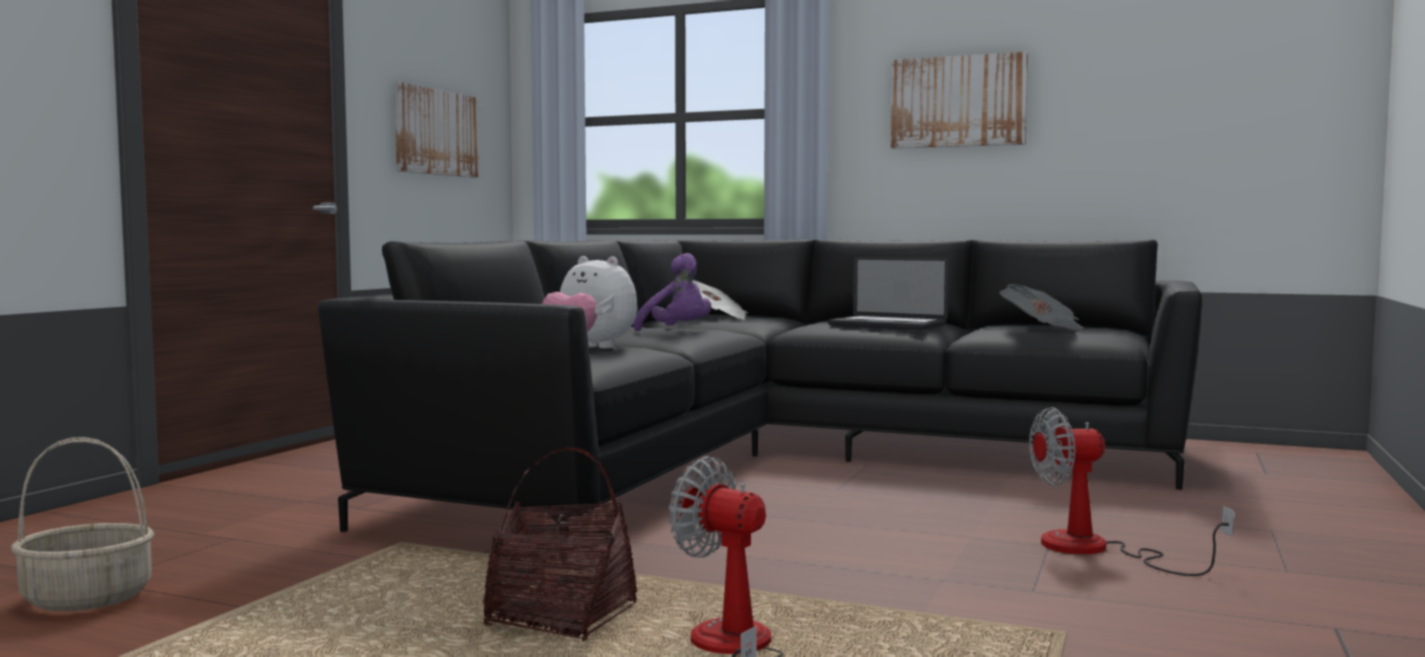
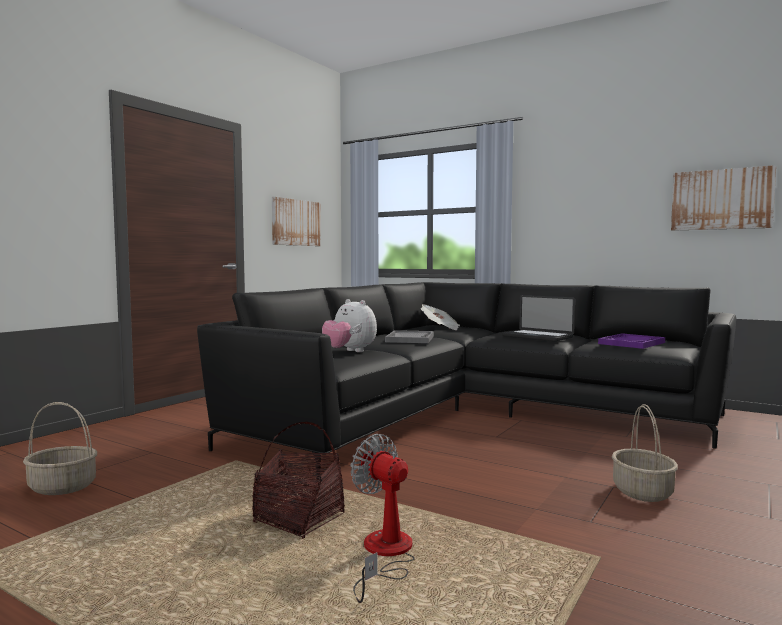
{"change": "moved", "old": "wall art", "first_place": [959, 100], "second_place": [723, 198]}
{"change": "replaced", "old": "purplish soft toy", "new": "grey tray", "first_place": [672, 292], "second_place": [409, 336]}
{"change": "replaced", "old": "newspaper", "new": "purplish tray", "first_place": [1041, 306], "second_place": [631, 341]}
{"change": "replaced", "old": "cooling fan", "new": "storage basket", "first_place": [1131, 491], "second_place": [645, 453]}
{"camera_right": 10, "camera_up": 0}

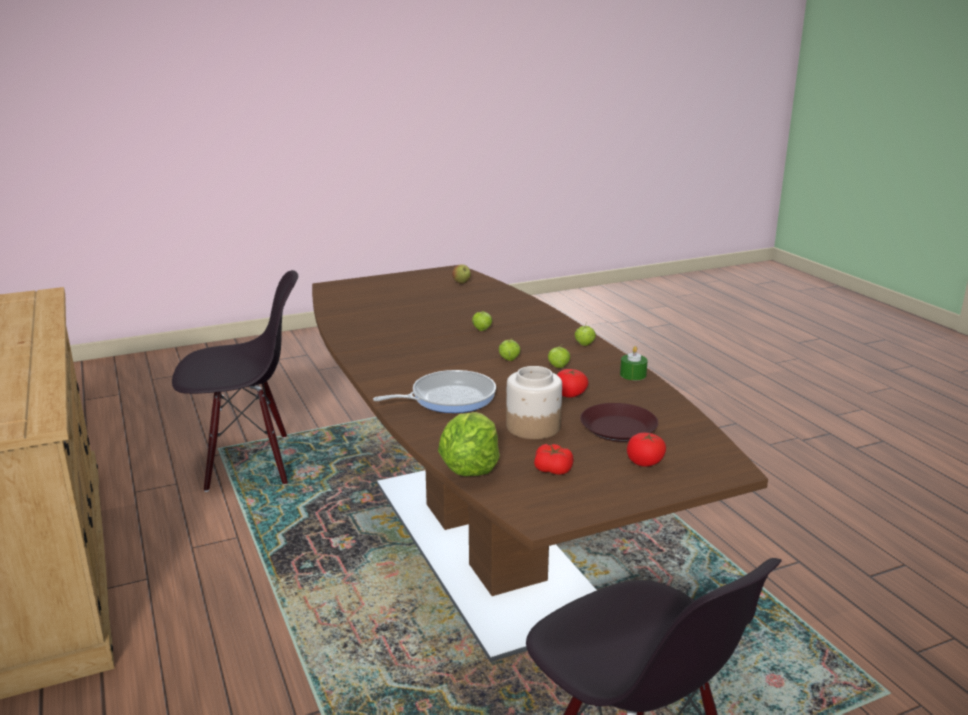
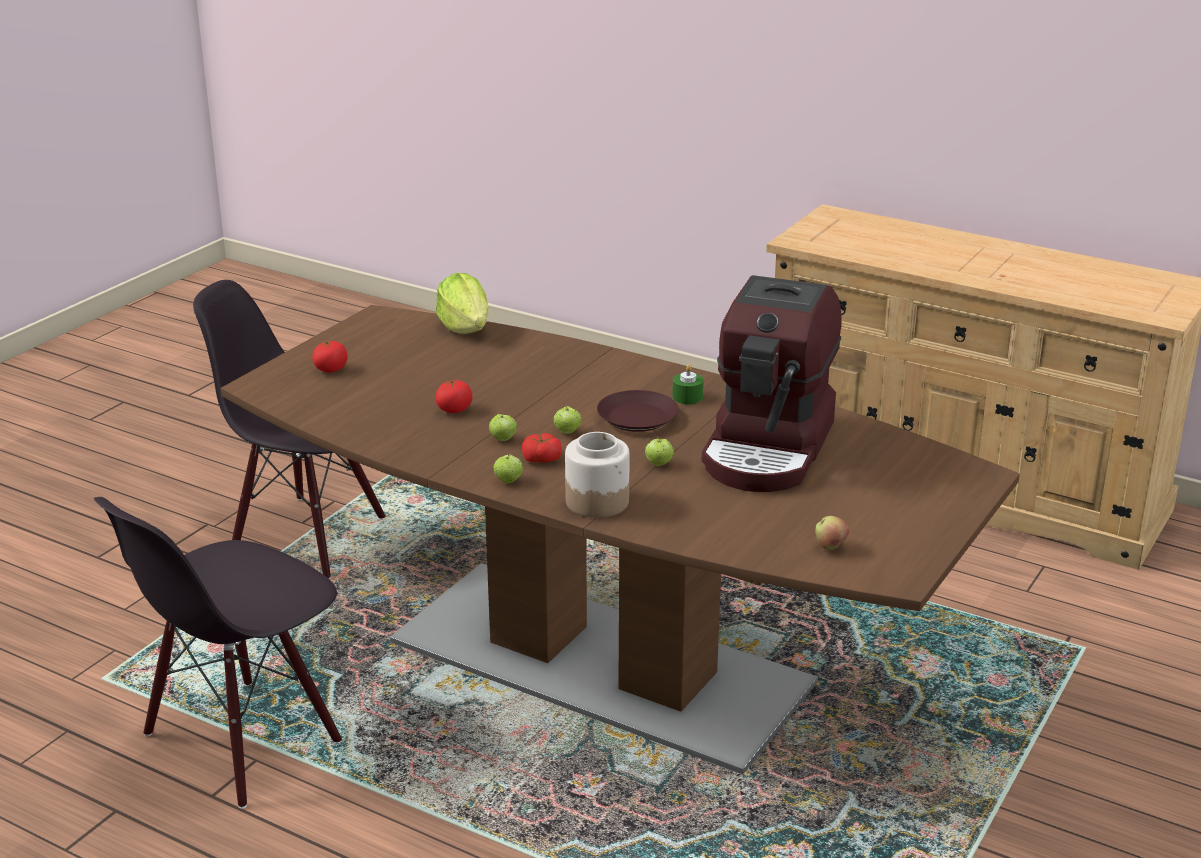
{"change": "moved", "old": "blackish upright chair", "first_place": [235, 381], "second_place": [218, 653]}
{"change": "moved", "old": "green-coloured wax candle", "first_place": [634, 363], "second_place": [688, 384]}
{"change": "moved", "old": "preserve jar", "first_place": [534, 402], "second_place": [597, 475]}
{"change": "removed", "old": "frying pan", "first_place": [434, 391]}
{"change": "moved", "old": "brownish dinner plate", "first_place": [619, 422], "second_place": [638, 411]}
{"change": "moved", "old": "tomato", "first_place": [554, 459], "second_place": [542, 448]}
{"change": "added", "new": "coffee brewer", "second_place": [772, 383]}
{"camera_right": 145, "camera_up": 5}

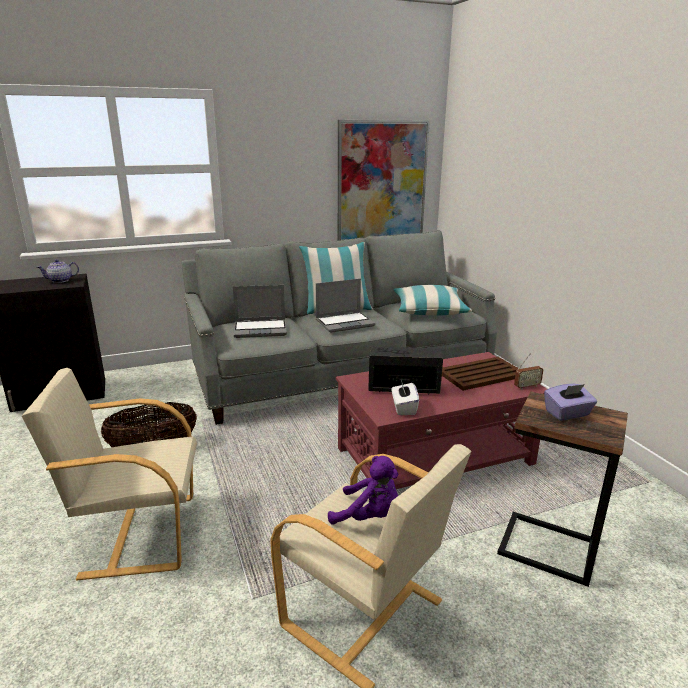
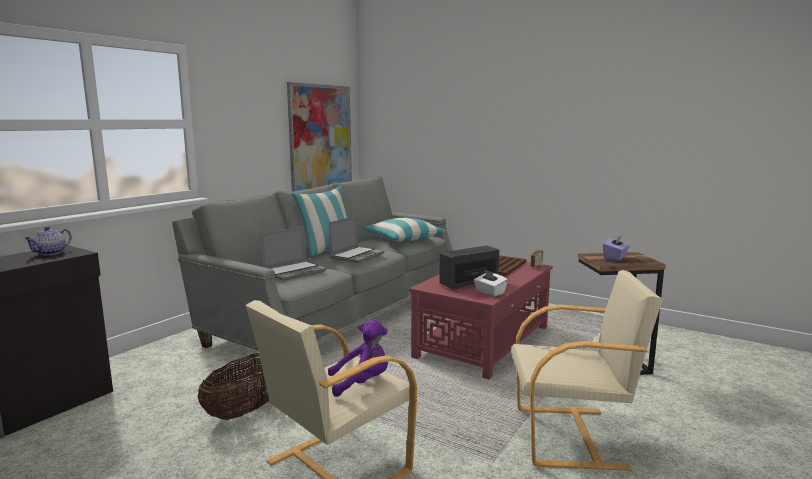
{"change": "moved", "old": "purplish soft toy", "first_place": [363, 490], "second_place": [358, 358]}
{"camera_right": -35, "camera_up": -10}

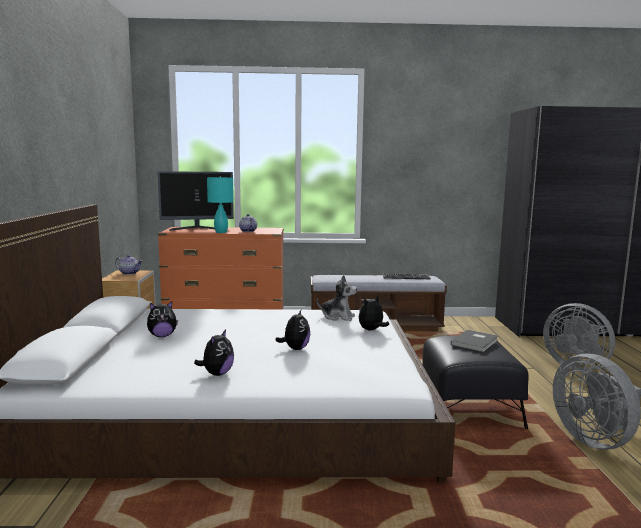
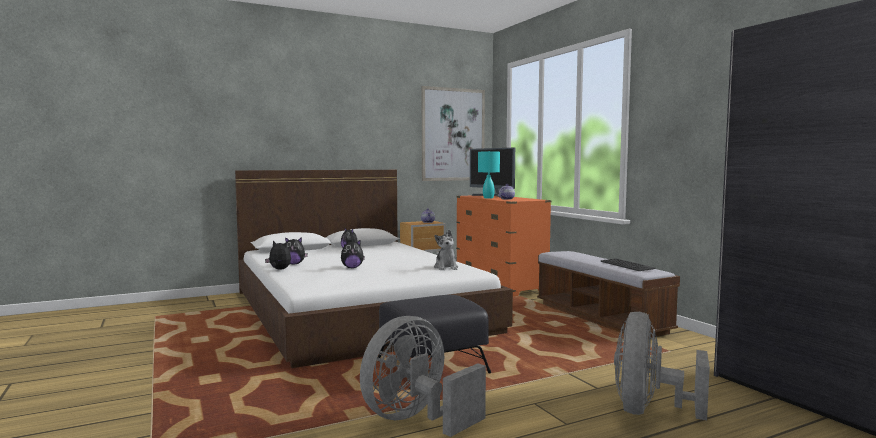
{"change": "moved", "old": "soft toy", "first_place": [374, 312], "second_place": [278, 255]}
{"change": "removed", "old": "grey volume", "first_place": [474, 341]}
{"change": "added", "new": "wall art", "second_place": [453, 133]}
{"camera_right": 65, "camera_up": -5}

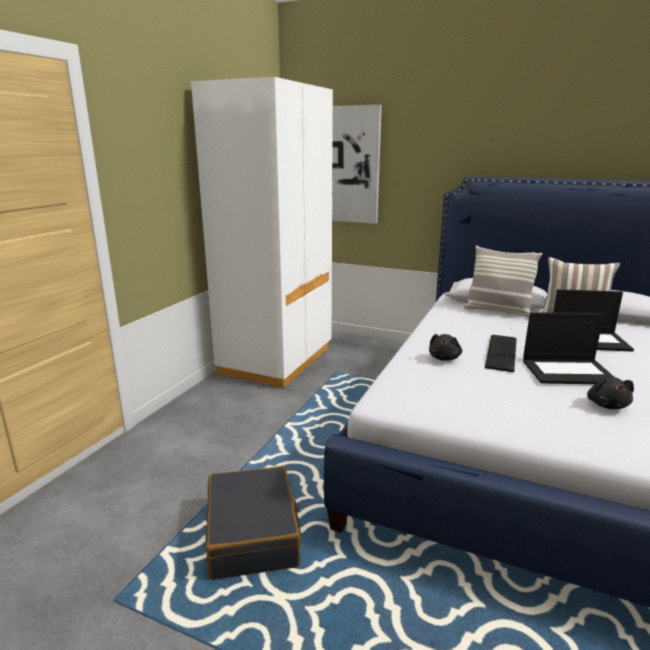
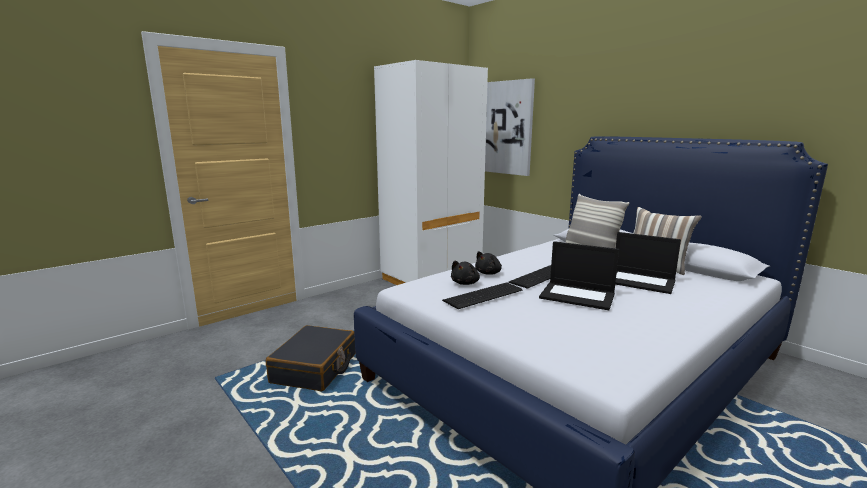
{"change": "moved", "old": "blackish soft toy", "first_place": [610, 393], "second_place": [465, 273]}
{"change": "added", "new": "computer keyboard", "second_place": [482, 295]}
{"camera_right": 25, "camera_up": -5}

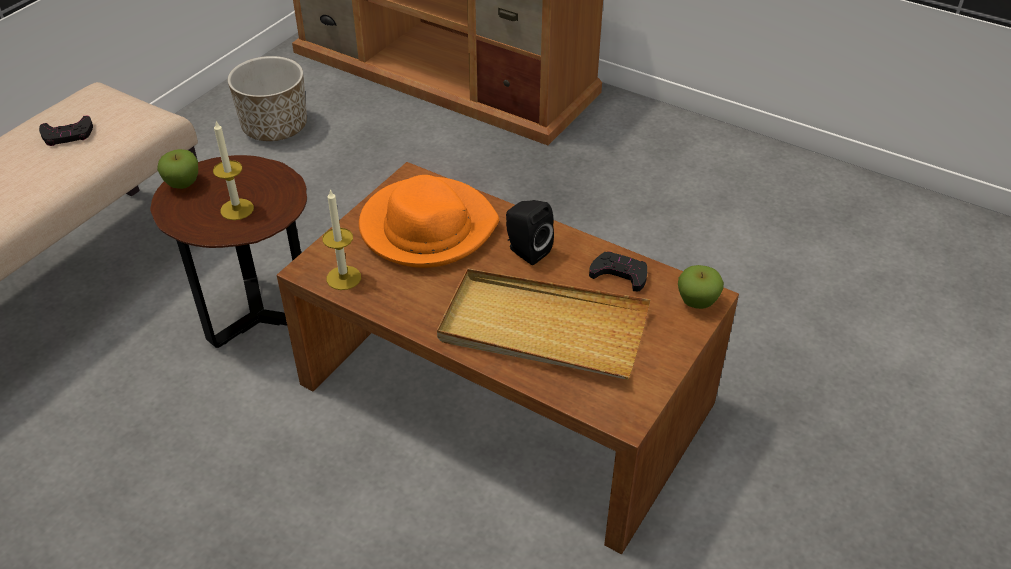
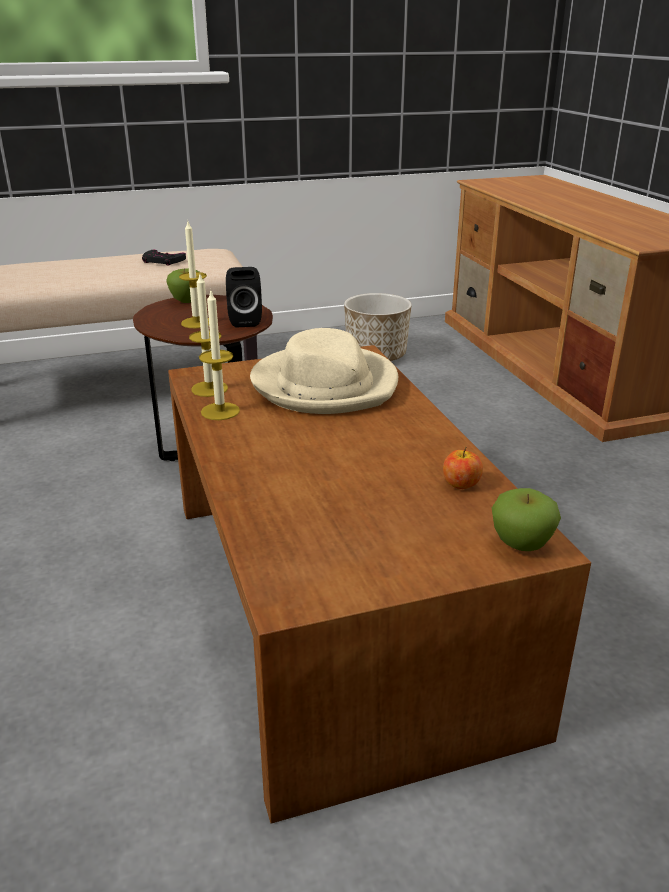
{"change": "recoloured", "old": "orange-coloured clothing hat", "new": "beige clothing hat", "first_place": [429, 221], "second_place": [324, 371]}
{"change": "moved", "old": "blackish loudspeaker", "first_place": [530, 232], "second_place": [244, 297]}
{"change": "replaced", "old": "blackish joypad", "new": "apple fruit", "first_place": [618, 271], "second_place": [463, 467]}
{"change": "removed", "old": "beige tray", "first_place": [543, 324]}
{"change": "added", "new": "wax candle", "second_place": [219, 355]}
{"camera_right": 40, "camera_up": -15}

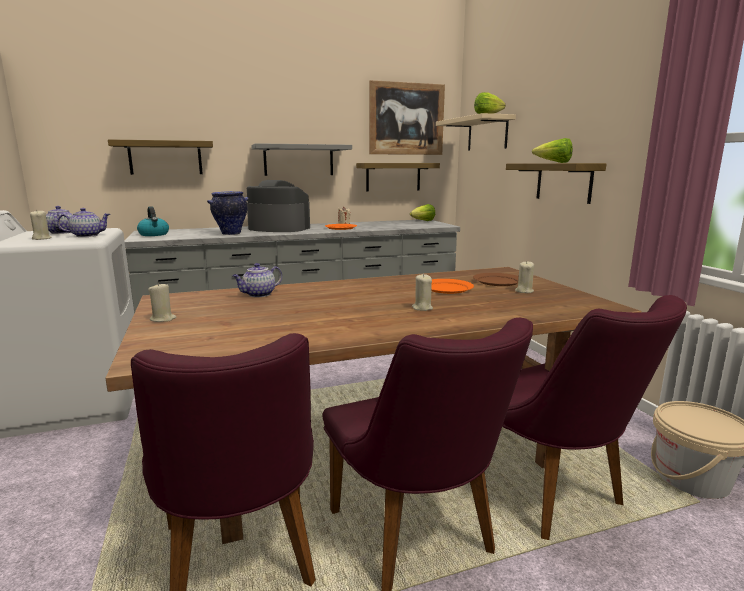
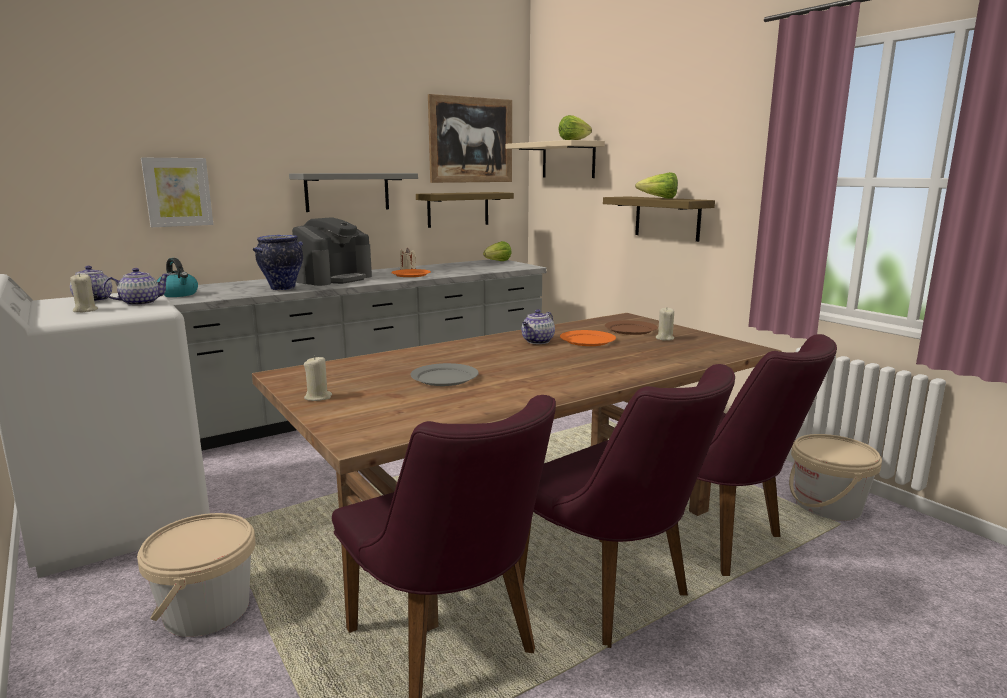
{"change": "replaced", "old": "bracket shelf", "new": "wall art", "first_place": [160, 157], "second_place": [177, 192]}
{"change": "turned", "old": "coffee brewer", "first_place": [278, 206], "second_place": [332, 251], "degrees": 120}
{"change": "moved", "old": "tea pot", "first_place": [257, 280], "second_place": [538, 326]}
{"change": "removed", "old": "beige wax candle", "first_place": [422, 292]}
{"change": "added", "new": "grey dinner plate", "second_place": [444, 374]}
{"change": "added", "new": "beige bucket", "second_place": [196, 575]}
{"camera_right": -15, "camera_up": 0}

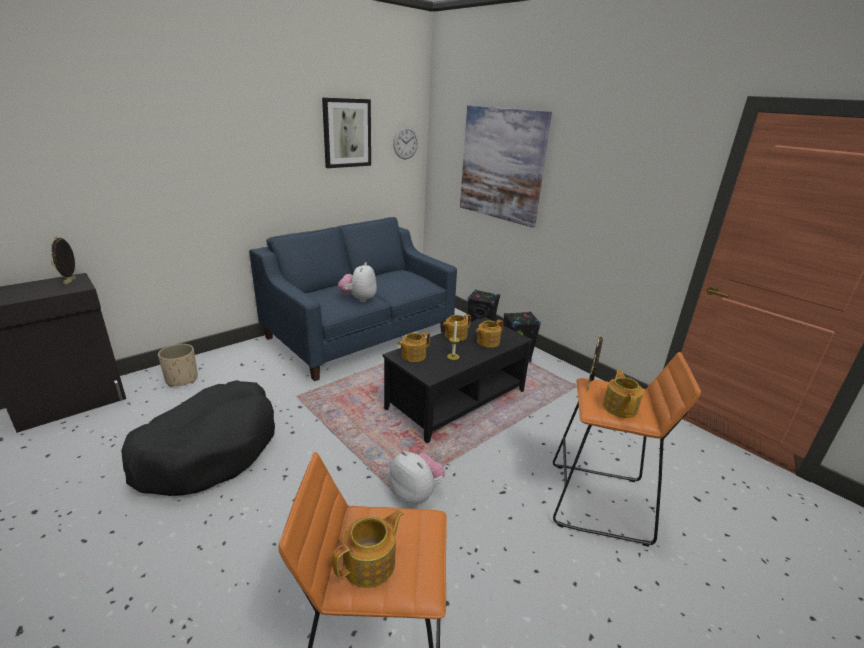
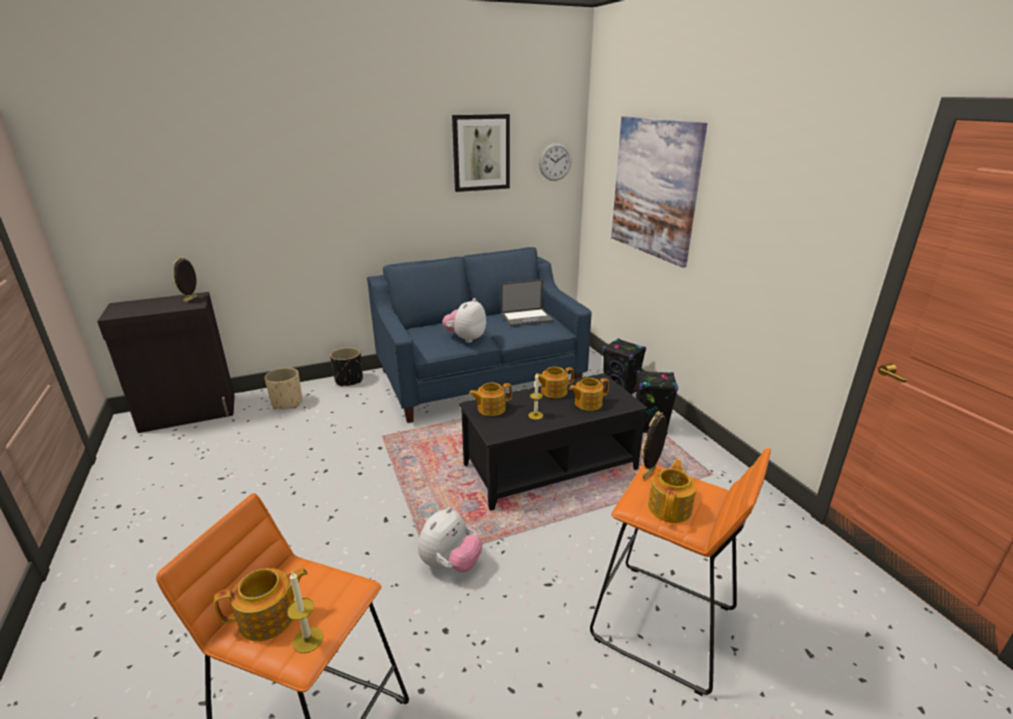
{"change": "removed", "old": "blackish dog bed", "first_place": [198, 438]}
{"change": "turned", "old": "soft toy", "first_place": [417, 477], "second_place": [450, 539], "degrees": 60}
{"change": "added", "new": "portable computer", "second_place": [527, 303]}
{"change": "added", "new": "blackish flower pot", "second_place": [346, 367]}
{"change": "added", "new": "wax candle", "second_place": [305, 612]}
{"camera_right": 20, "camera_up": 0}

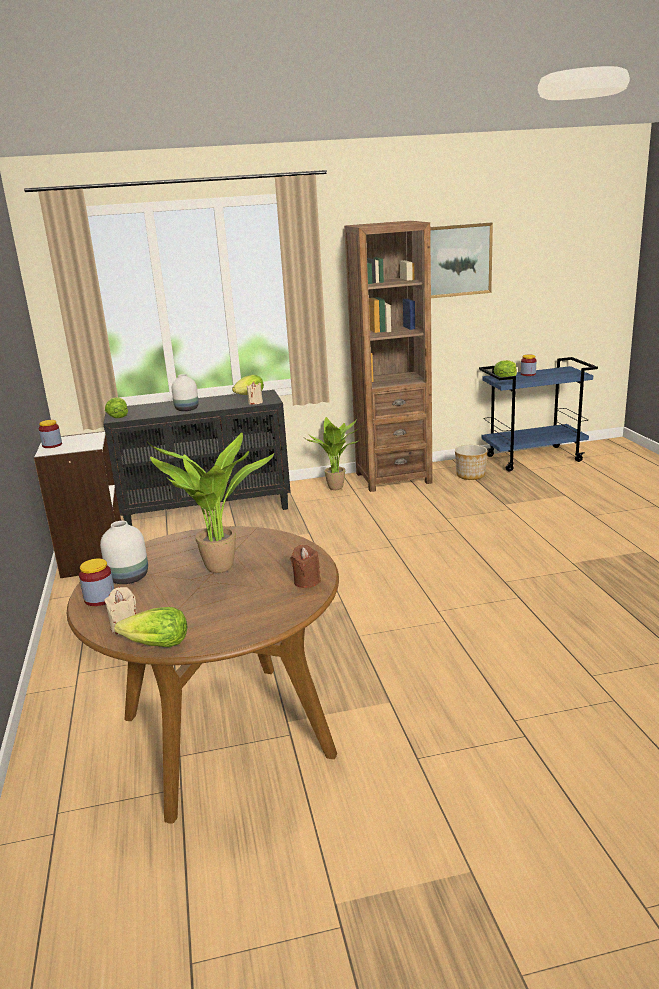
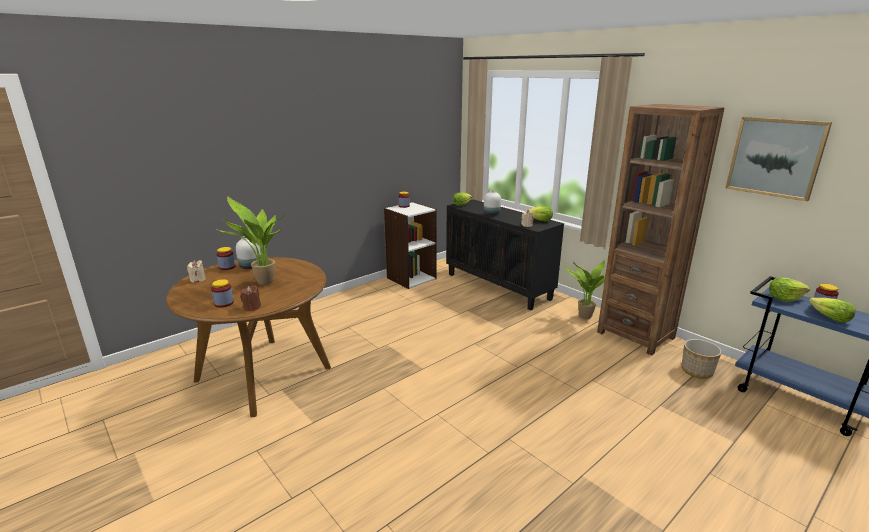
{"change": "moved", "old": "lettuce head", "first_place": [150, 627], "second_place": [832, 310]}
{"change": "added", "new": "preserve jar", "second_place": [222, 293]}
{"camera_right": 60, "camera_up": 0}

